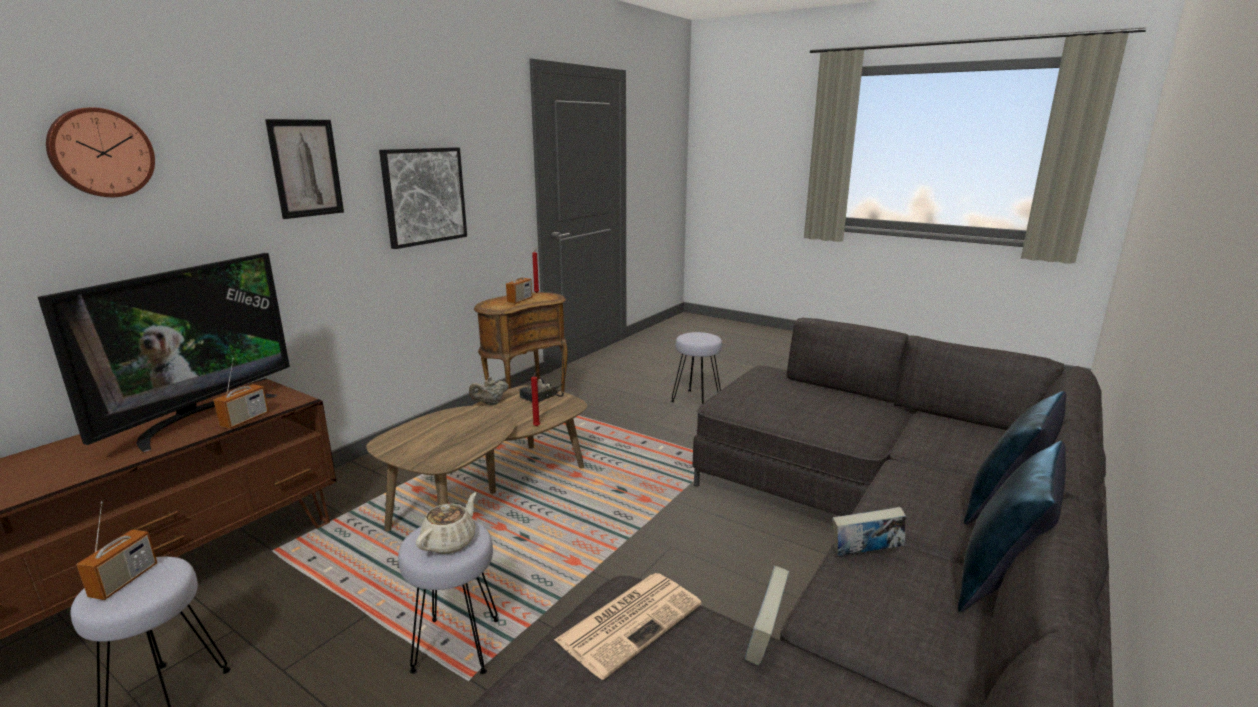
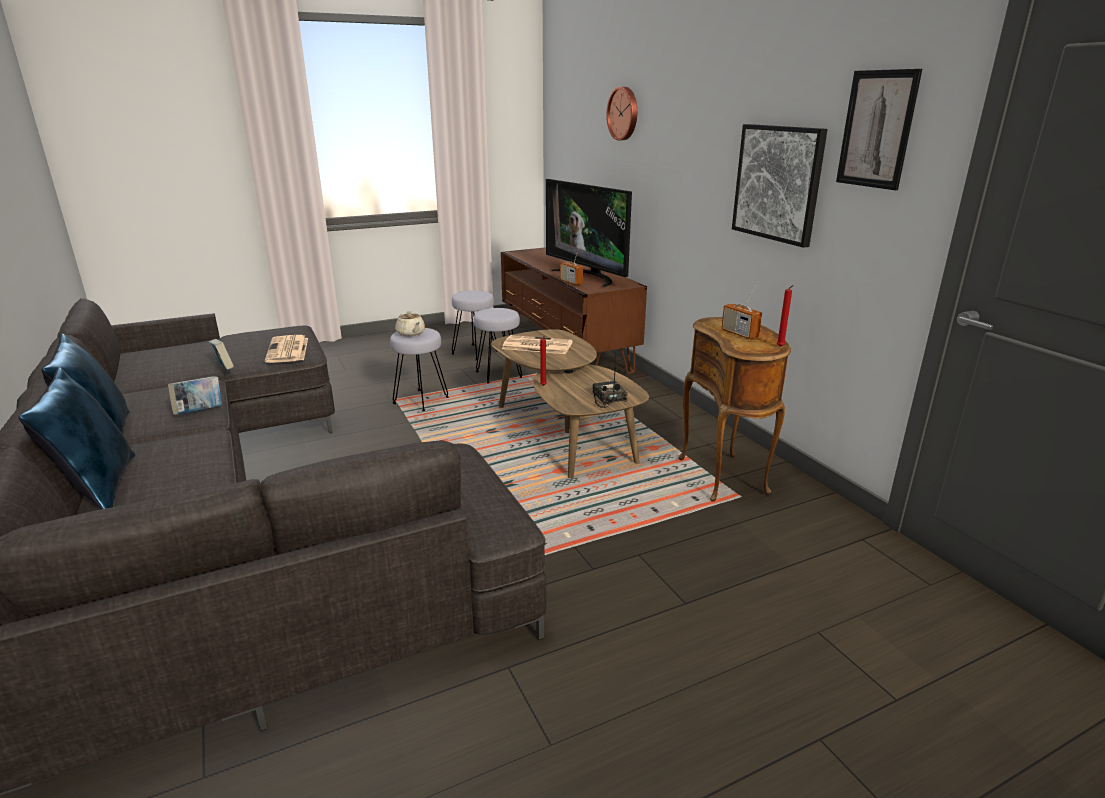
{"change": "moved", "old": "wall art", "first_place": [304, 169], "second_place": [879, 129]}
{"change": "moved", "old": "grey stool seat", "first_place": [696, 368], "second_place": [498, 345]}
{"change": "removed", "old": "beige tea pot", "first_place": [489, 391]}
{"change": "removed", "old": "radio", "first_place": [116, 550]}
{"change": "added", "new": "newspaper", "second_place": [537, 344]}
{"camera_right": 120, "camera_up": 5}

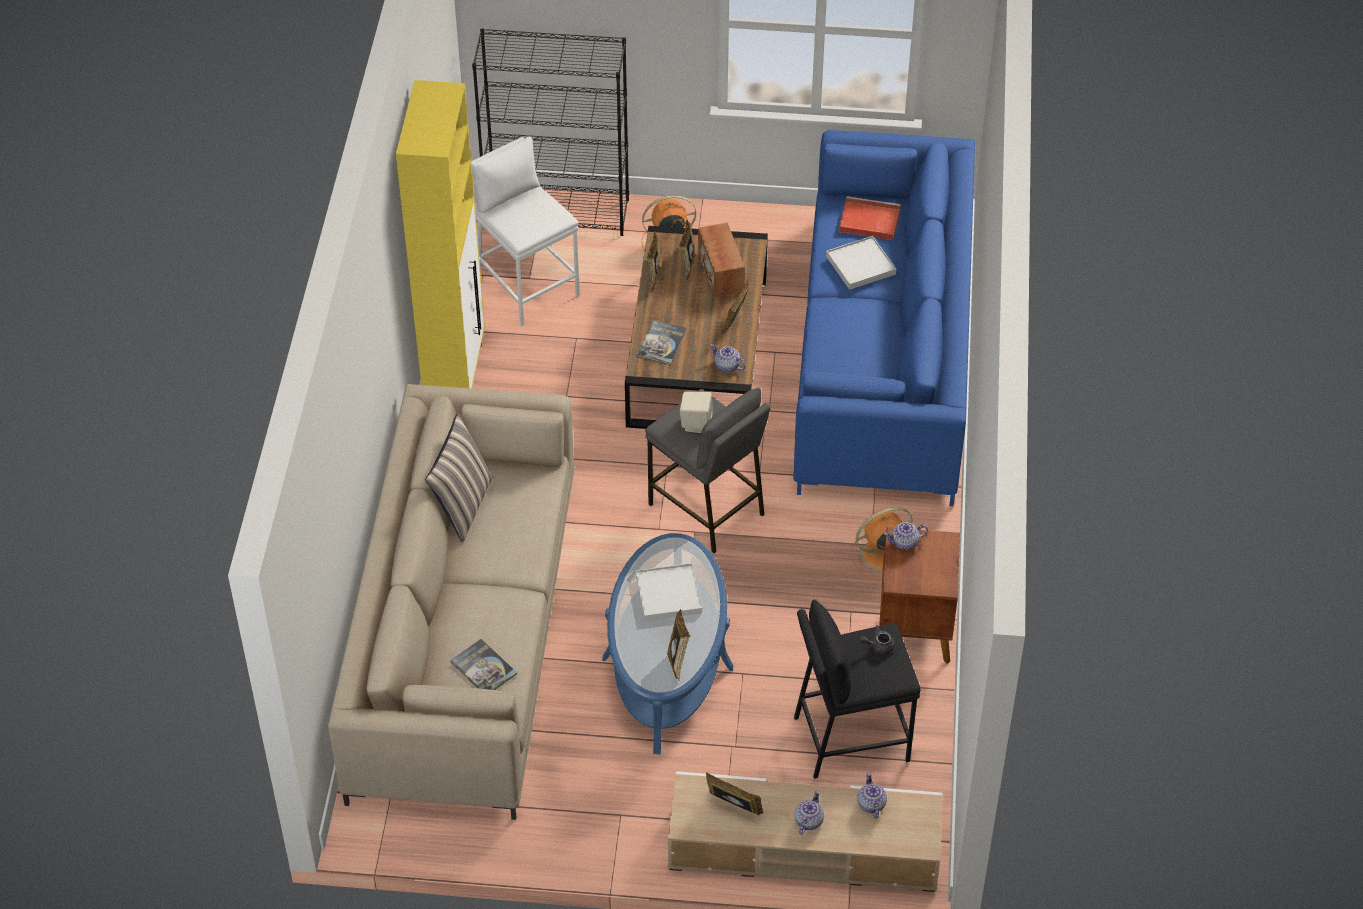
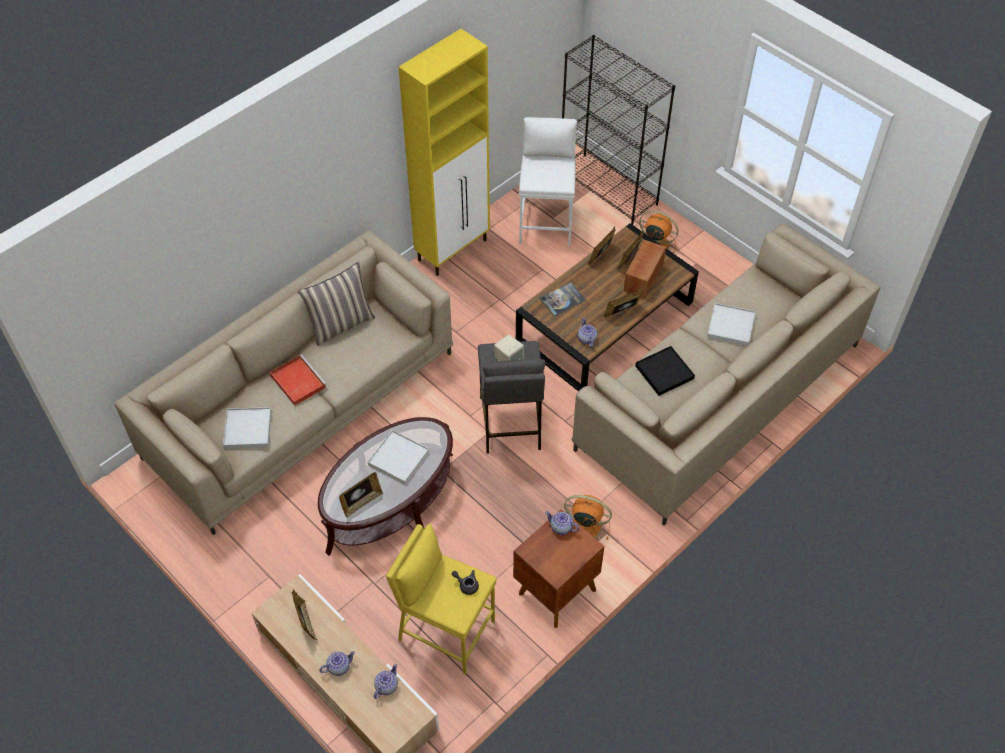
{"change": "recoloured", "old": "bluish sofa", "new": "beige sofa", "first_place": [884, 318], "second_place": [725, 375]}
{"change": "moved", "old": "red tray", "first_place": [869, 218], "second_place": [298, 380]}
{"change": "recoloured", "old": "bluish lounge table", "new": "brownish lounge table", "first_place": [667, 643], "second_place": [385, 486]}
{"change": "recoloured", "old": "blackish stool seat", "new": "yellowish stool seat", "first_place": [857, 689], "second_place": [441, 599]}
{"change": "replaced", "old": "volume", "new": "whitish tray", "first_place": [483, 664], "second_place": [247, 428]}
{"change": "added", "new": "blackish tray", "second_place": [665, 371]}
{"camera_right": 40, "camera_up": 5}

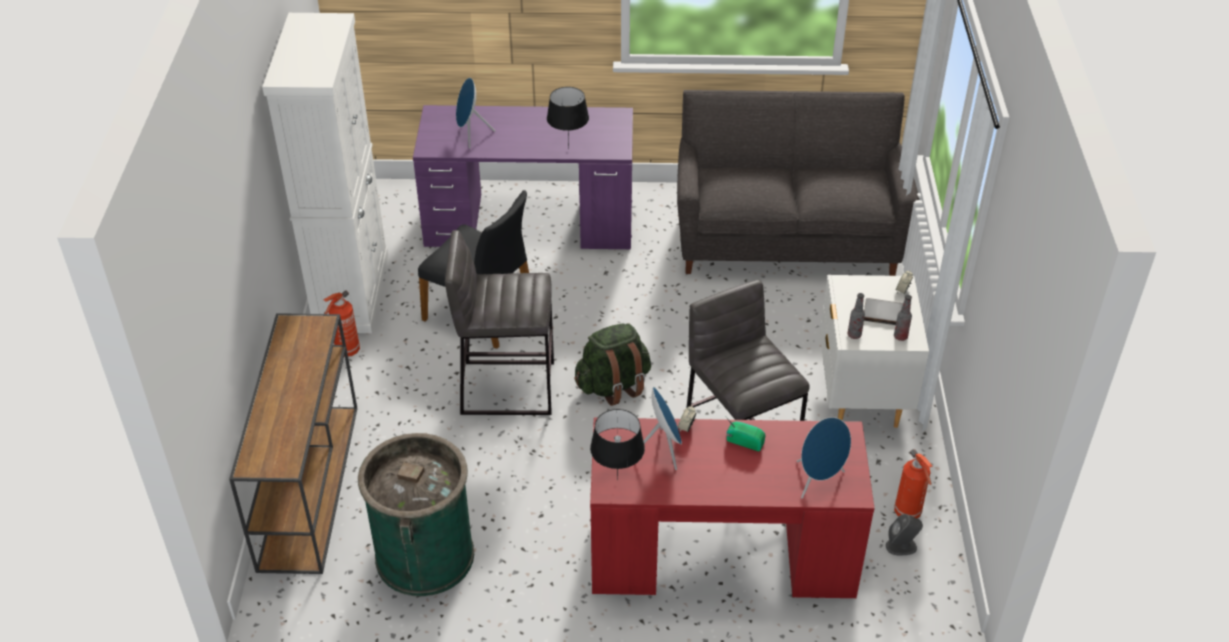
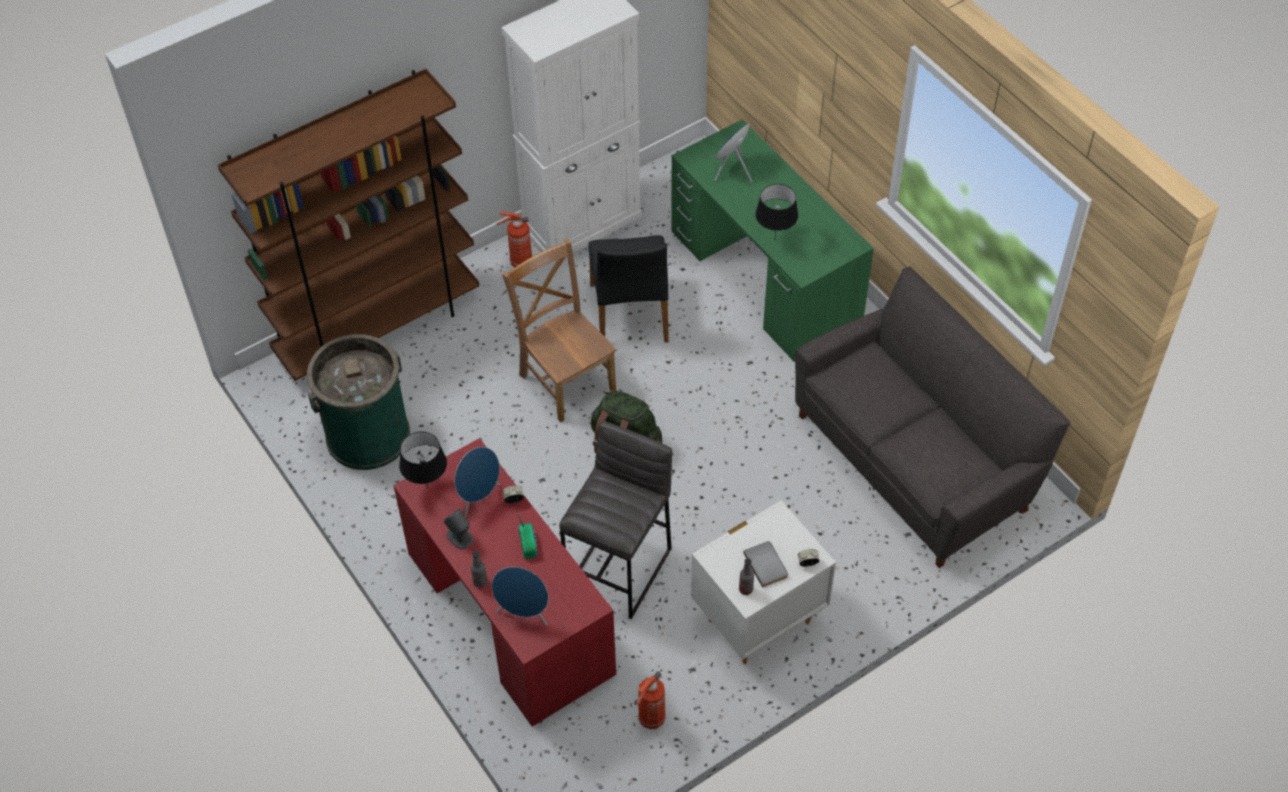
{"change": "recoloured", "old": "purplish desk unit", "new": "green-coloured desk unit", "first_place": [523, 177], "second_place": [772, 241]}
{"change": "replaced", "old": "grey stool seat", "new": "brownish upright chair", "first_place": [499, 322], "second_place": [559, 330]}
{"change": "moved", "old": "drink bottle", "first_place": [856, 316], "second_place": [479, 569]}
{"change": "replaced", "old": "brownish narrow table", "new": "brownish bookcase", "first_place": [293, 443], "second_place": [348, 225]}
{"change": "moved", "old": "grey loudspeaker", "first_place": [904, 534], "second_place": [458, 529]}
{"camera_right": 55, "camera_up": 10}

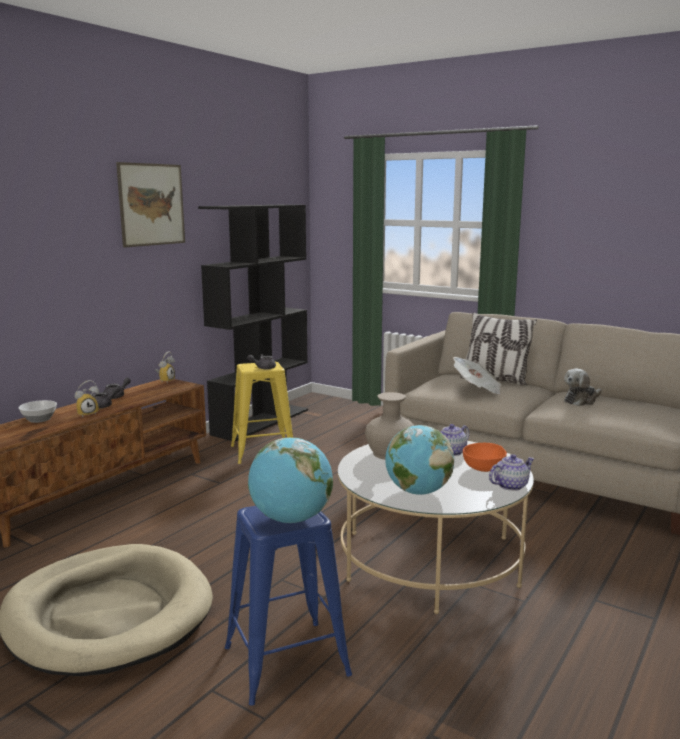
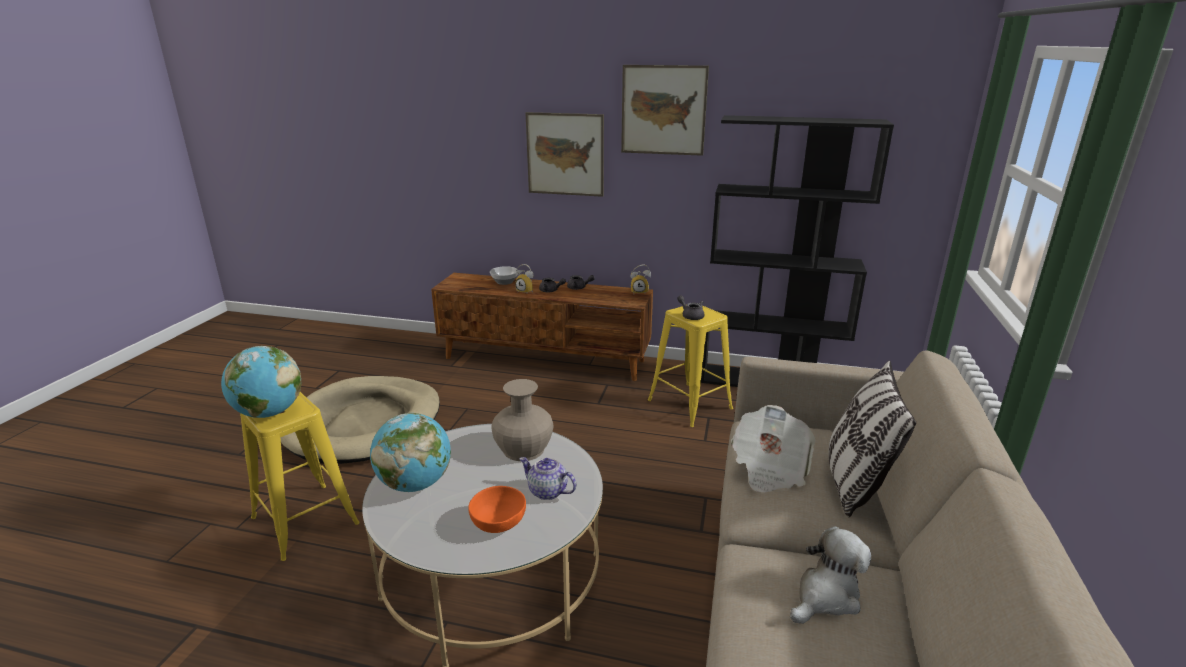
{"change": "turned", "old": "soft toy", "first_place": [583, 387], "second_place": [830, 575], "degrees": 105}
{"change": "removed", "old": "tea pot", "first_place": [511, 472]}
{"change": "recoloured", "old": "bluish stool seat", "new": "yellowish stool seat", "first_place": [288, 606], "second_place": [300, 476]}
{"change": "added", "new": "wall art", "second_place": [564, 154]}
{"camera_right": 70, "camera_up": 10}

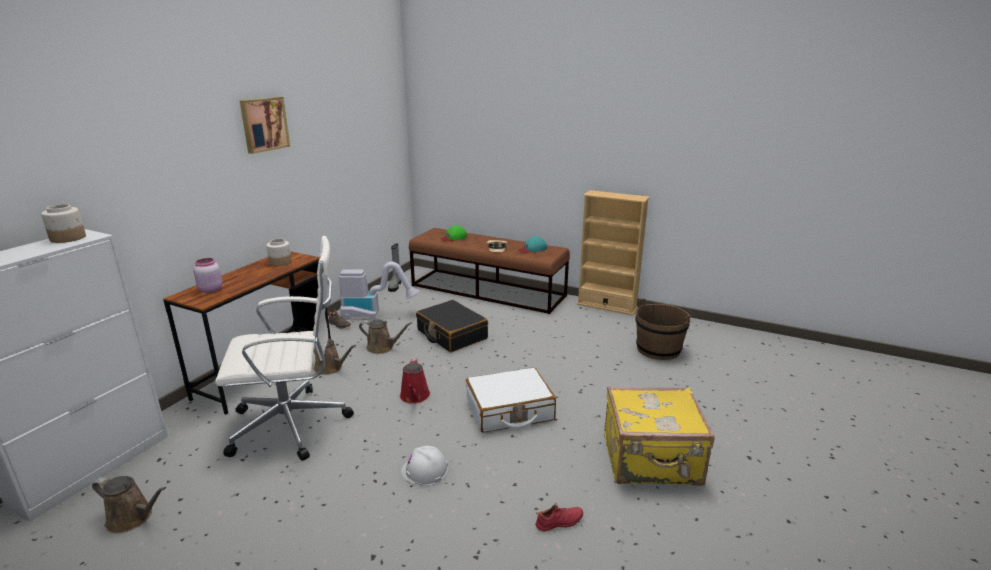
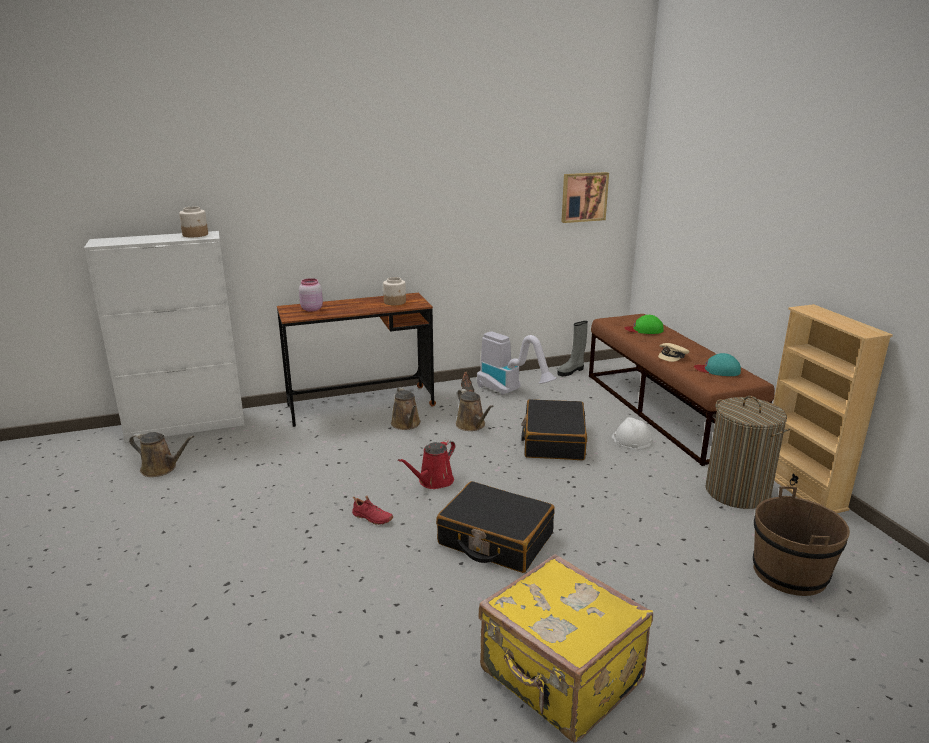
{"change": "moved", "old": "wall art", "first_place": [265, 125], "second_place": [585, 197]}
{"change": "removed", "old": "whitish computer chair", "first_place": [284, 348]}
{"change": "recoloured", "old": "whitish piece of luggage", "new": "blackish piece of luggage", "first_place": [511, 400], "second_place": [495, 527]}
{"change": "moved", "old": "whitish safety helmet", "first_place": [425, 466], "second_place": [632, 433]}
{"change": "turned", "old": "brownish watering can", "first_place": [129, 504], "second_place": [161, 454], "degrees": -45}
{"change": "moved", "old": "red low shoe", "first_place": [559, 517], "second_place": [372, 510]}
{"change": "added", "new": "washing basket", "second_place": [747, 452]}
{"camera_right": 45, "camera_up": 0}

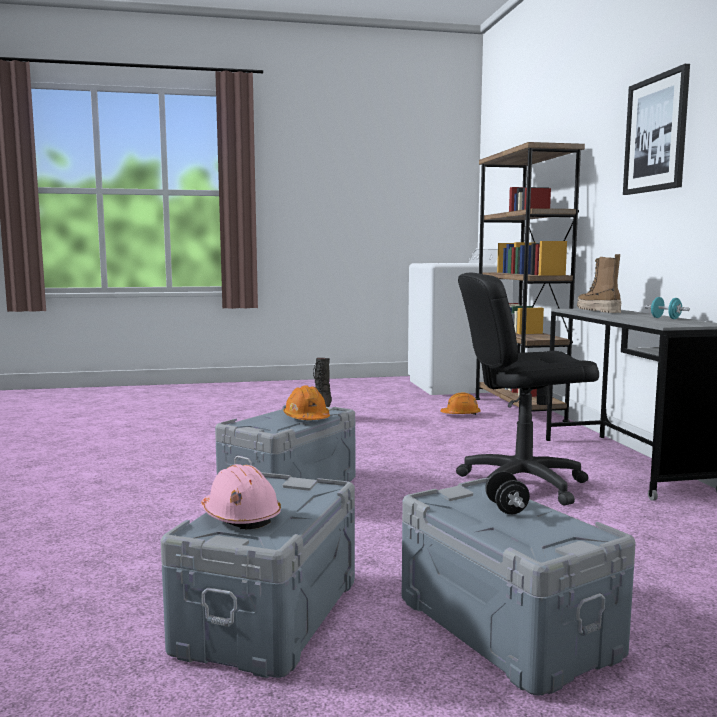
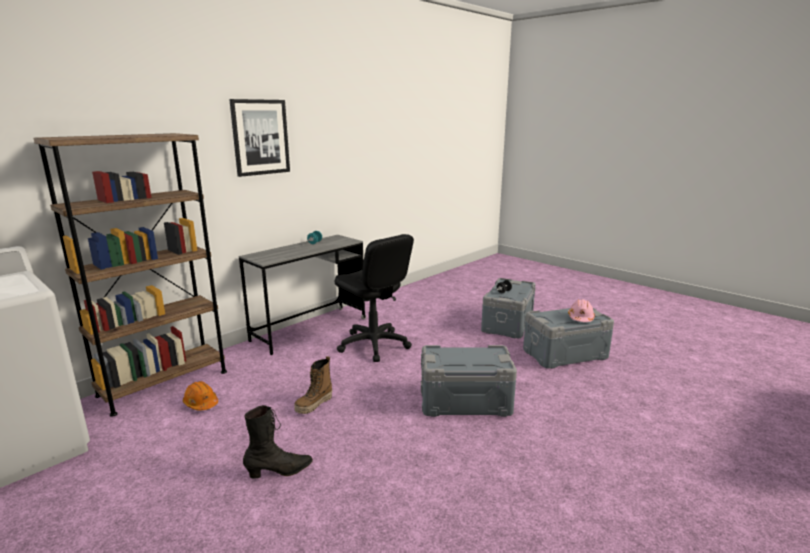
{"change": "moved", "old": "boot", "first_place": [599, 283], "second_place": [313, 385]}
{"change": "removed", "old": "orange-coloured safety helmet", "first_place": [306, 402]}
{"camera_right": -125, "camera_up": 10}

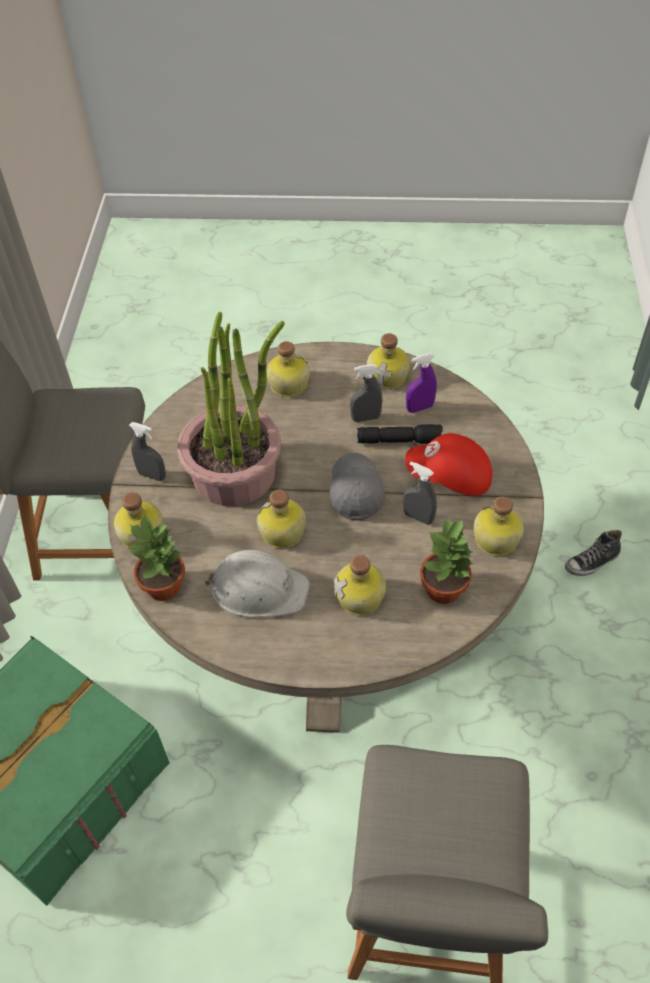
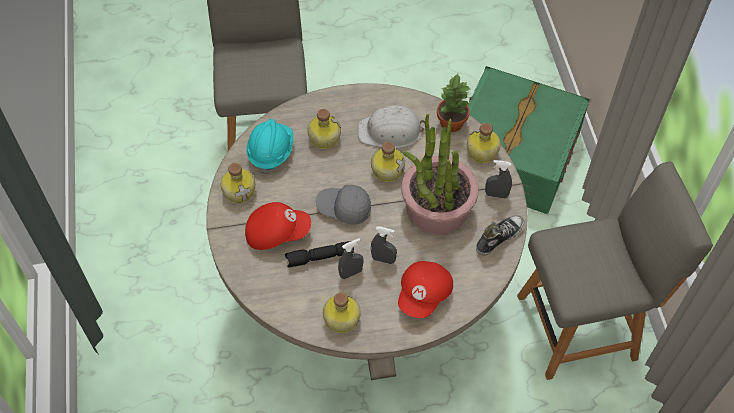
{"change": "replaced", "old": "drink bottle", "new": "red cap", "first_place": [288, 369], "second_place": [425, 289]}
{"change": "removed", "old": "purplish hand sprayer", "first_place": [421, 383]}
{"change": "turned", "old": "grey cap", "first_place": [357, 487], "second_place": [343, 205], "degrees": 120}
{"change": "moved", "old": "grey hand sprayer", "first_place": [420, 493], "second_place": [384, 245]}
{"change": "replaced", "old": "plant in a pot", "new": "blue-green safety helmet", "first_place": [447, 561], "second_place": [269, 146]}
{"change": "moved", "old": "low shoe", "first_place": [593, 553], "second_place": [500, 235]}
{"camera_right": 165, "camera_up": 5}

